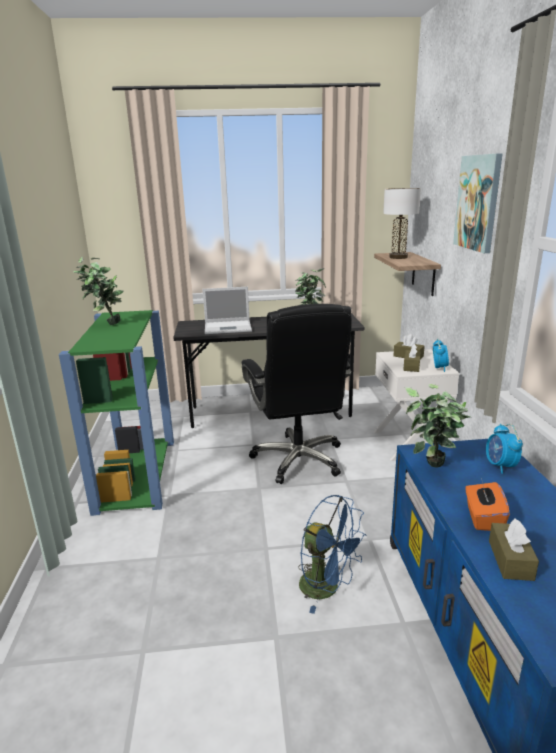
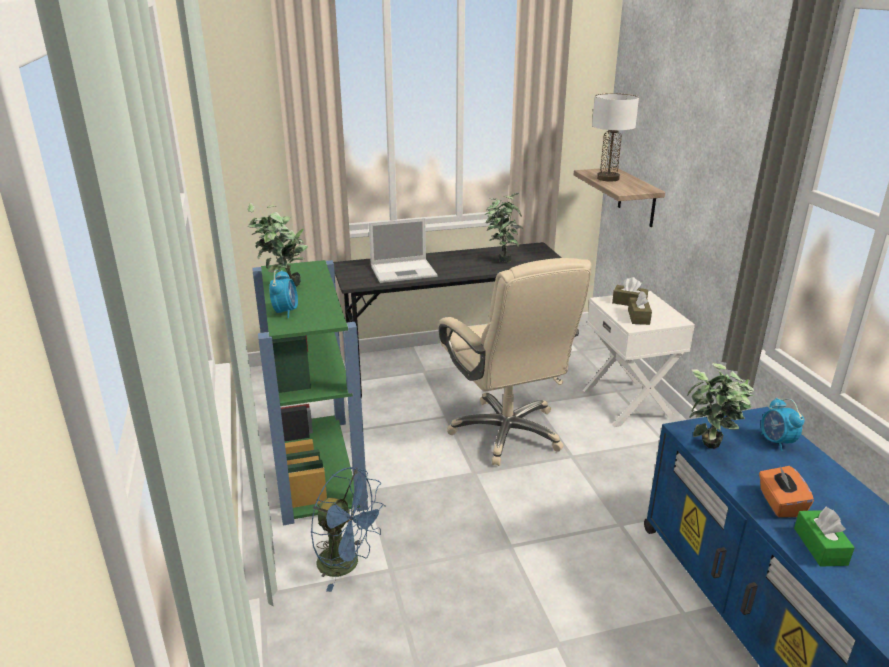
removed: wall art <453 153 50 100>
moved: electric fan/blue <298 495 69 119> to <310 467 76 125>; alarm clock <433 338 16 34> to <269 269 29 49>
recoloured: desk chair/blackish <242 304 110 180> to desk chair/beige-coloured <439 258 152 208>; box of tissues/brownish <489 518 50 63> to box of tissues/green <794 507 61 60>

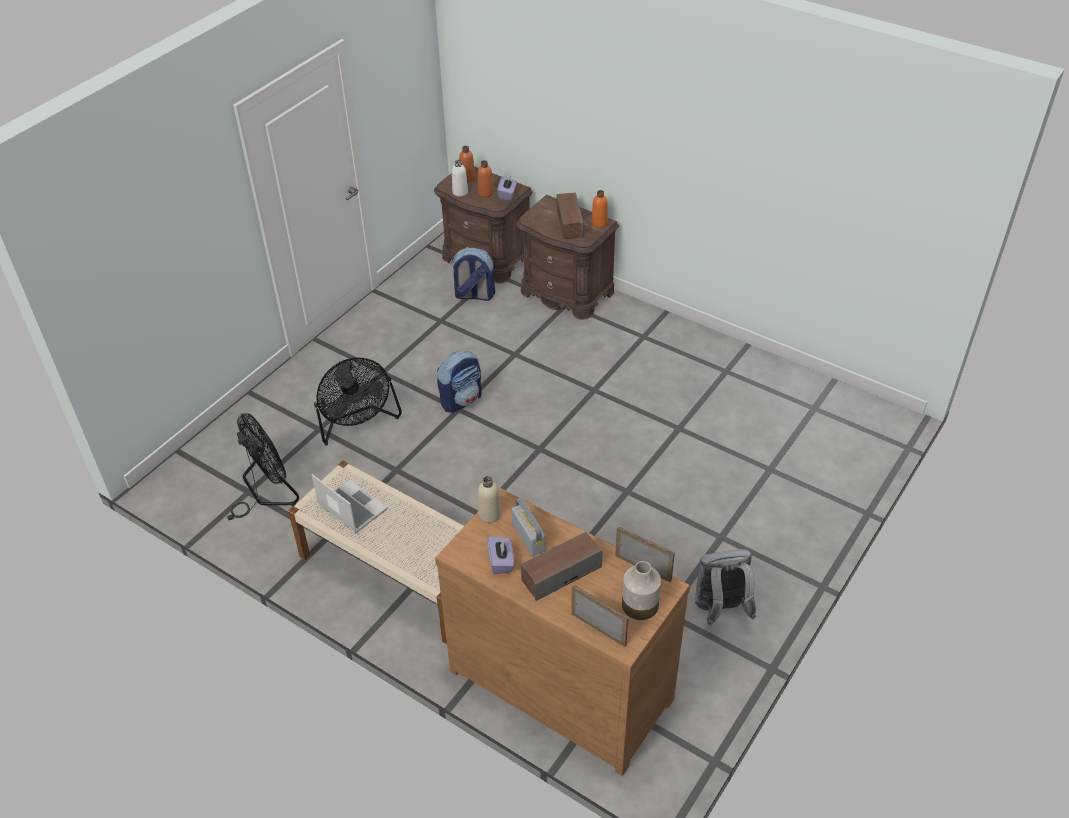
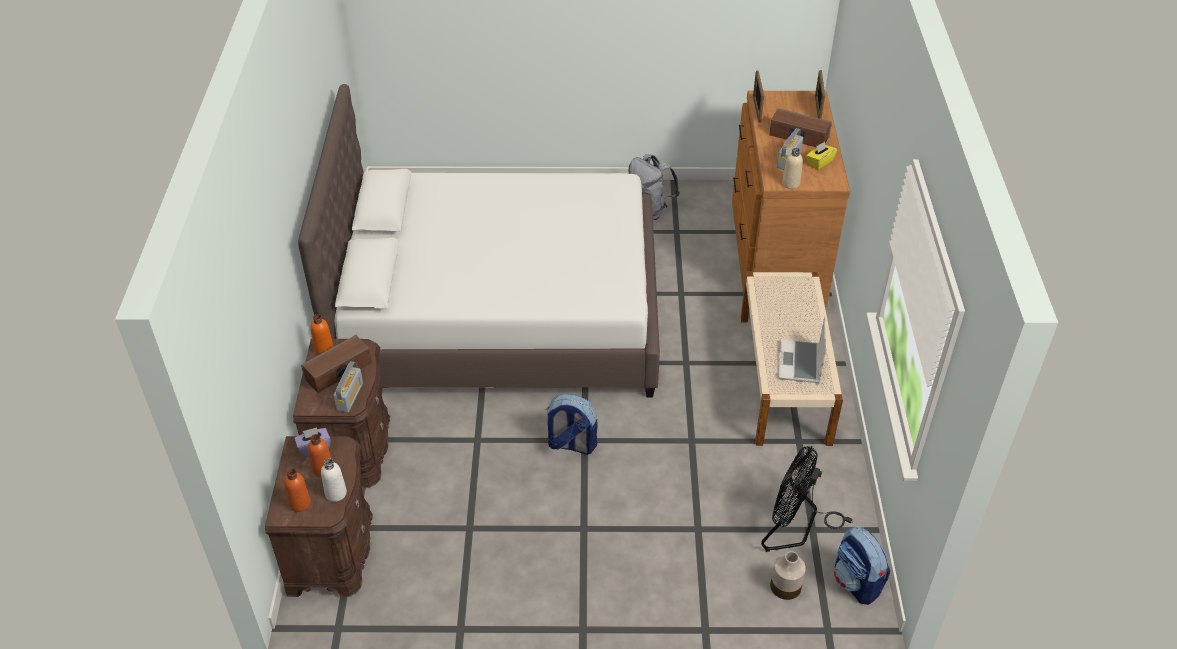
removed: electric fan/blackish <314 358 88 87>
added: bed/white <298 84 362 314>; radio receiver <333 361 30 51>
moved: knapsack <451 247 44 54> to <834 527 56 78>; vase/beige-coloured <622 561 39 59> to <770 551 36 49>
recoloured: box of tissues/purple-coloured <487 537 27 37> to box of tissues/yellow-coloured <806 142 31 28>

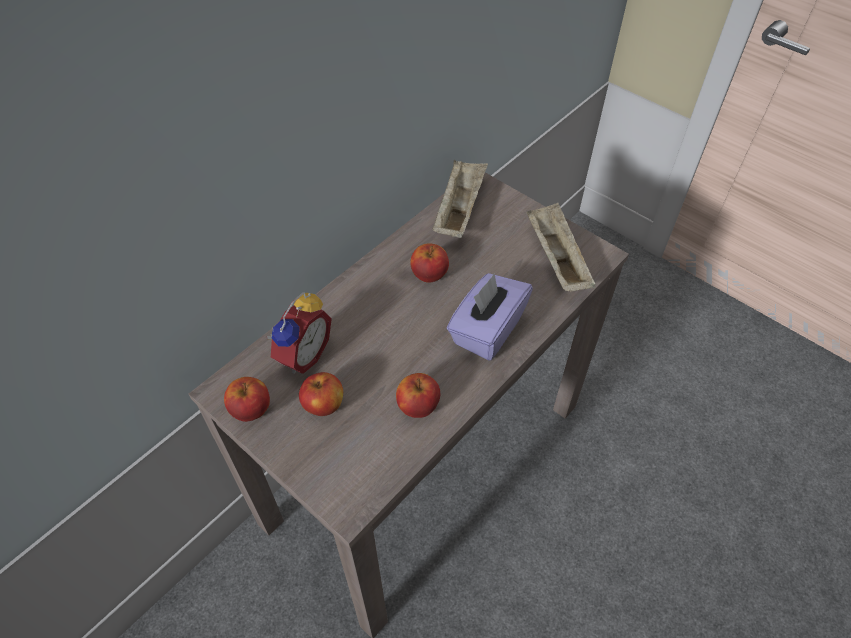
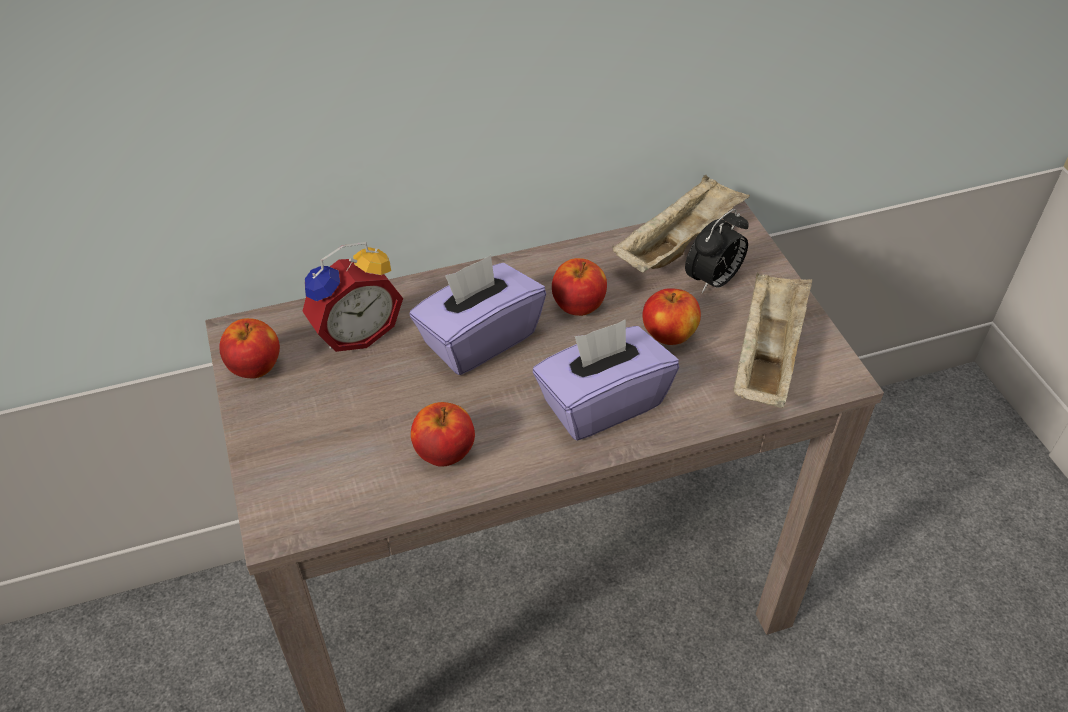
added: box of tissues/purple-coloured <410 255 136 120>; alarm clock <685 209 64 84>
moved: apple <299 372 44 44> to <642 288 59 57>

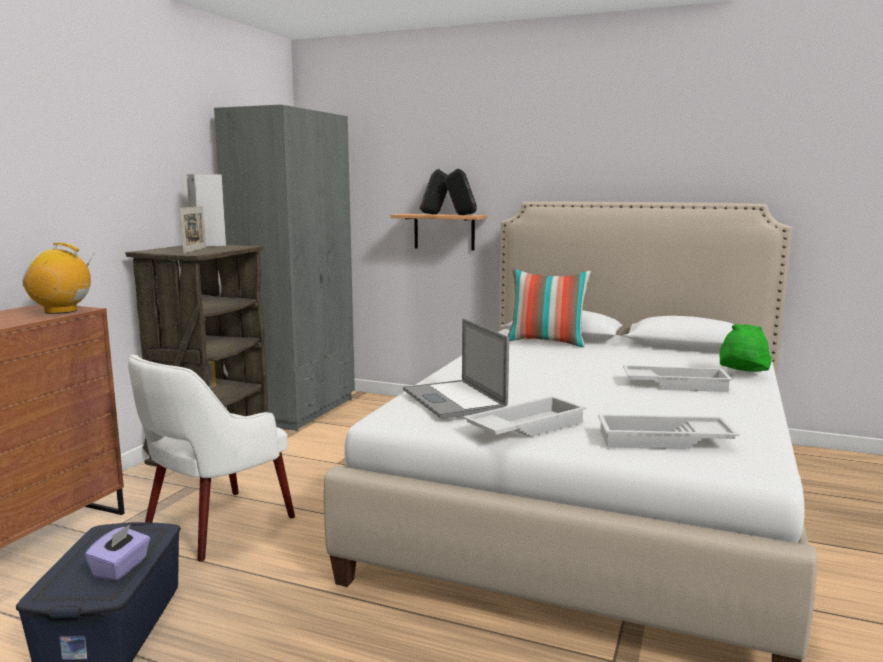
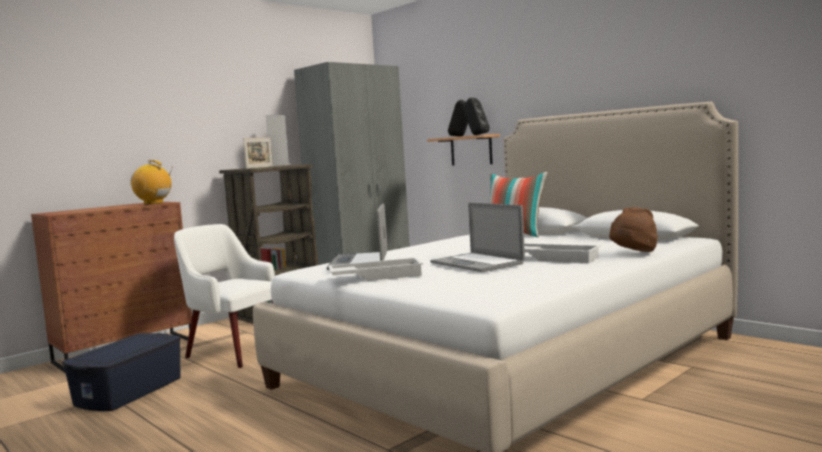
removed: box of tissues/purple-coloured <84 525 66 56>; carrying tray/white <598 414 142 36>
added: laptop <430 202 95 70>
recoloured: wearable hat/green <719 324 53 48> to wearable hat/brownish <609 207 49 45>
turned: easy chair/white <128 354 167 208> = <174 224 101 144> 60 degrees clockwise

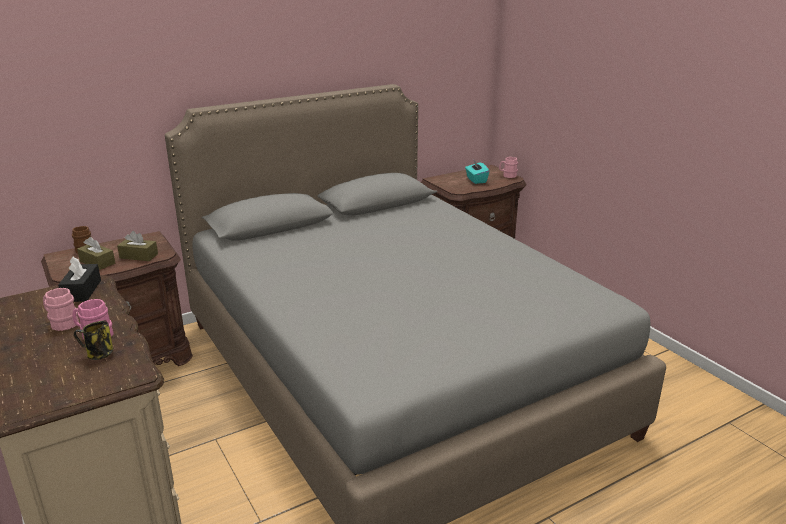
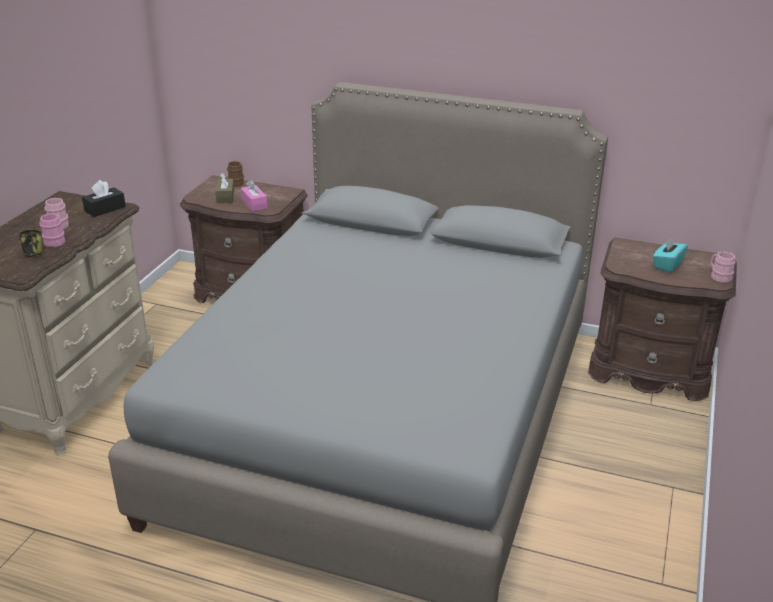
recoloured: box of tissues/brownish <117 231 41 30> to box of tissues/pink <241 180 27 31>

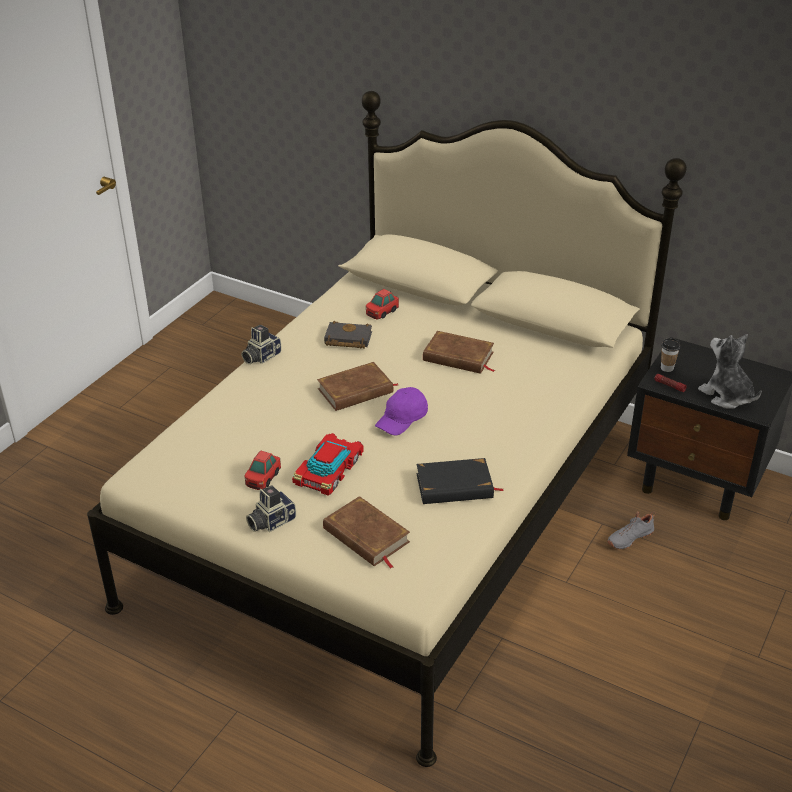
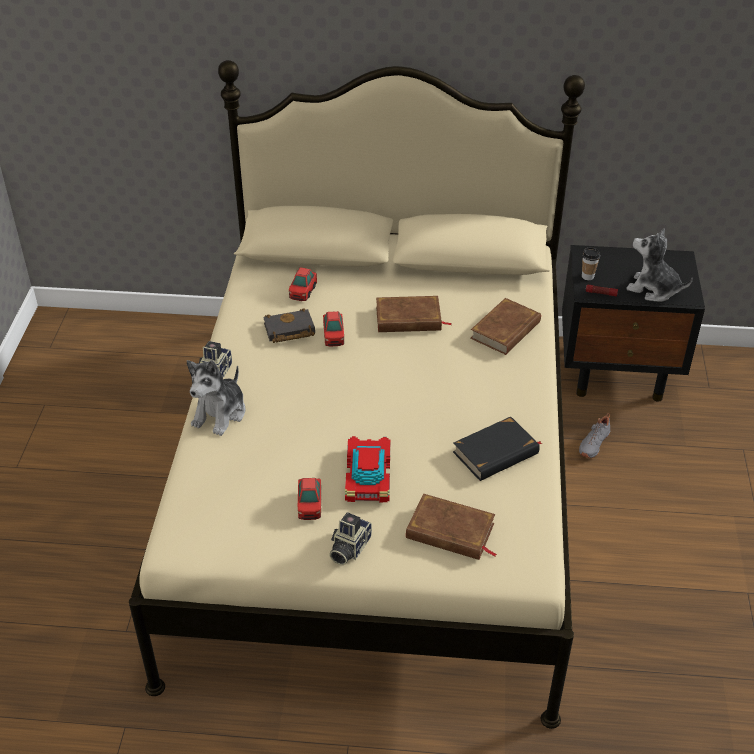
removed: peaked cap/purple-coloured <375 387 53 49>
added: plush toy <187 360 59 76>; model car <323 311 21 36>
moved: volume/brownish <317 362 81 49> to <470 298 71 57>

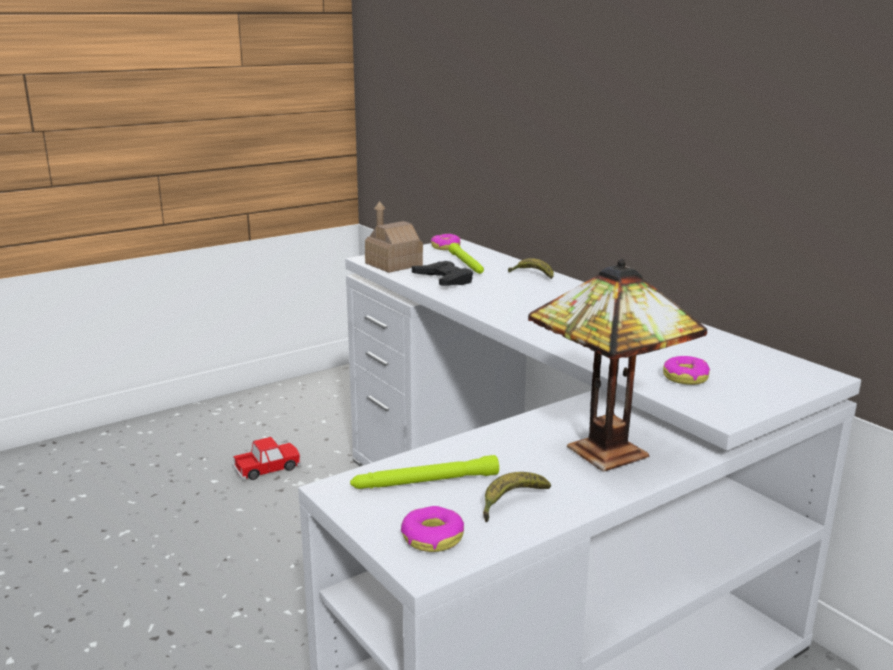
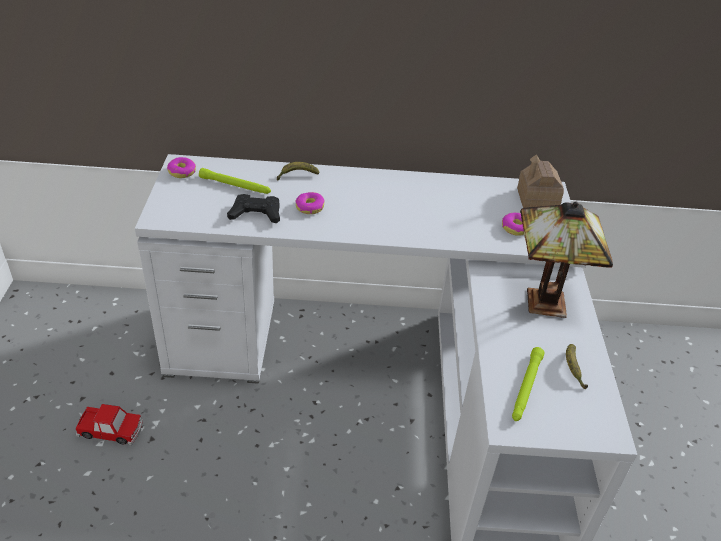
moved: model house <365 201 58 72> to <517 154 47 54>; donut <401 506 63 46> to <296 192 29 22>
turned: model car <233 437 68 44> = <75 404 68 41> 90 degrees clockwise

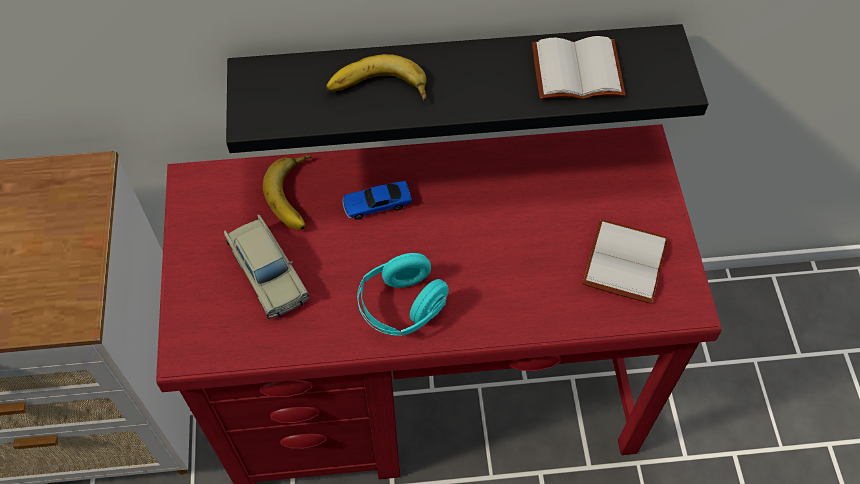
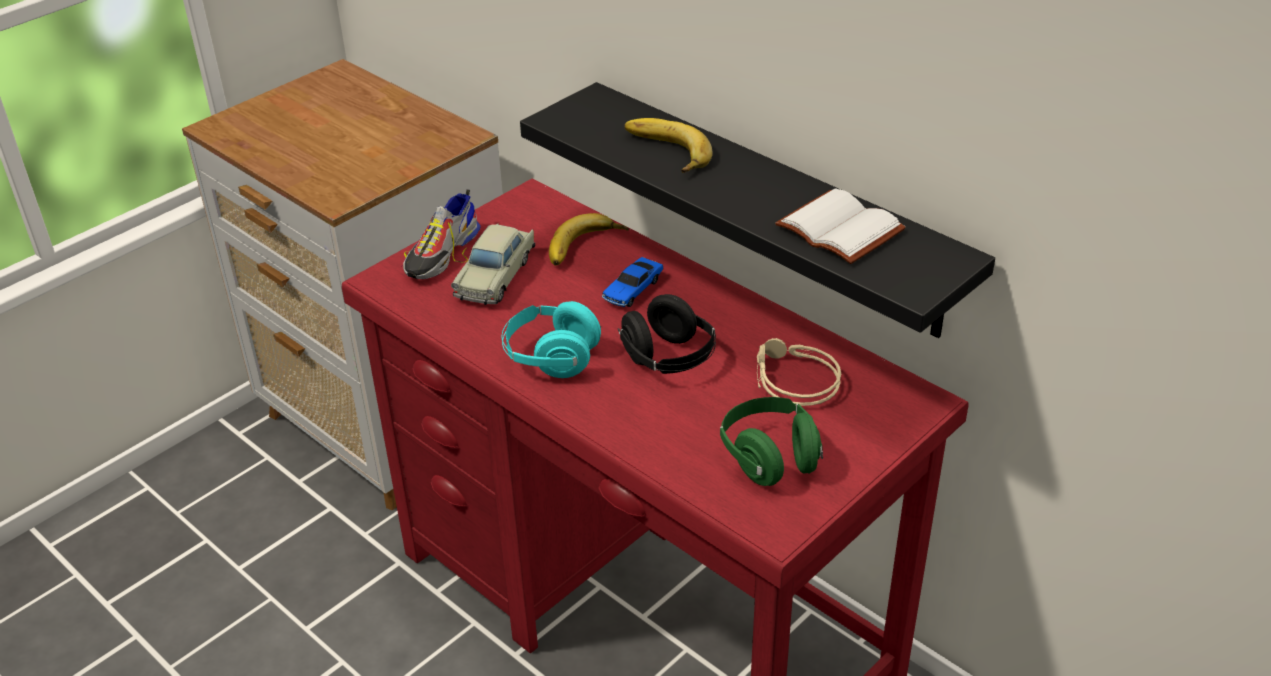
added: item of footwear <403 189 78 90>; headphones/blackish <618 294 98 80>; headphones/beige-coloured <757 338 84 68>
replaced: volume/white <582 219 86 85> to headphones/green <720 397 103 89>
turned: model car <342 181 70 39> = <602 257 61 50> 90 degrees counterclockwise

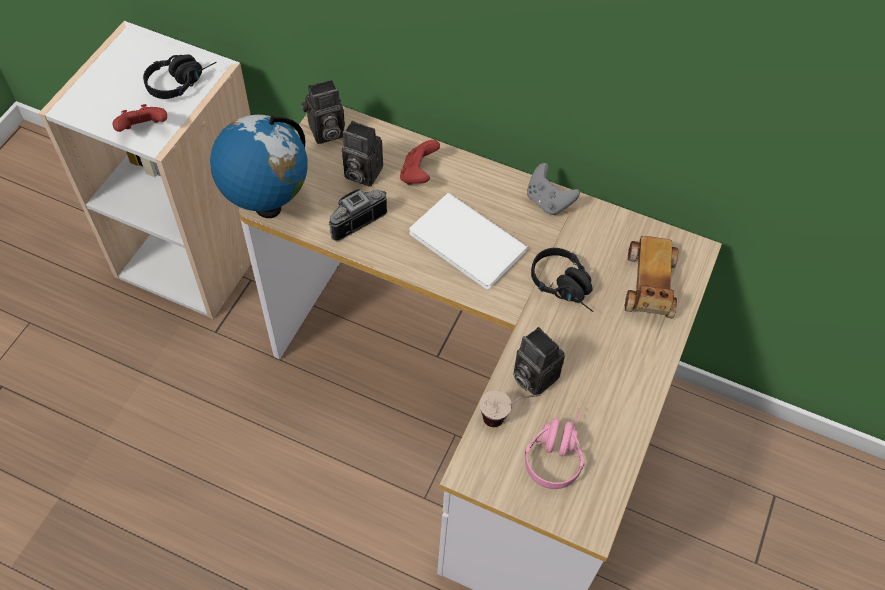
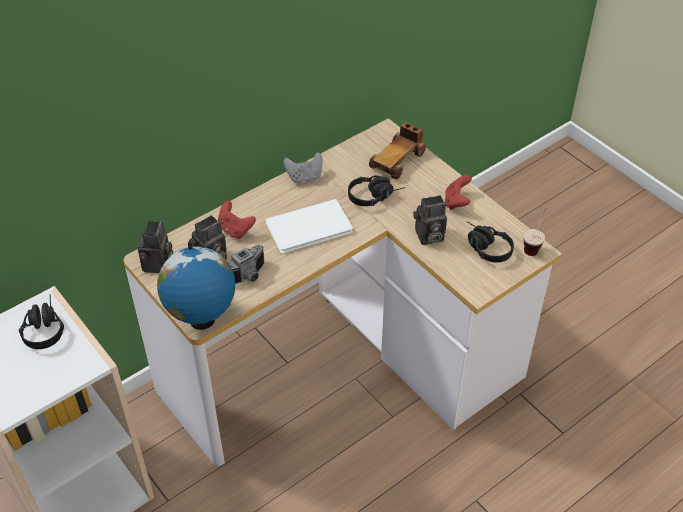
moved: joypad/reddish <112 104 55 28> to <445 175 27 35>; cup <480 390 61 37> to <523 208 23 48>
recoloured: headphones/pink <525 408 59 81> to headphones/blackish <467 221 47 42>
turned: still camera <329 189 58 52> = <228 245 36 39> 120 degrees counterclockwise; model car <624 236 54 83> = <369 122 57 58> 90 degrees counterclockwise

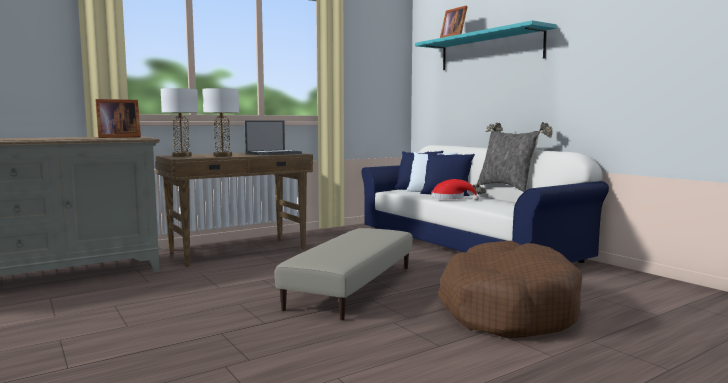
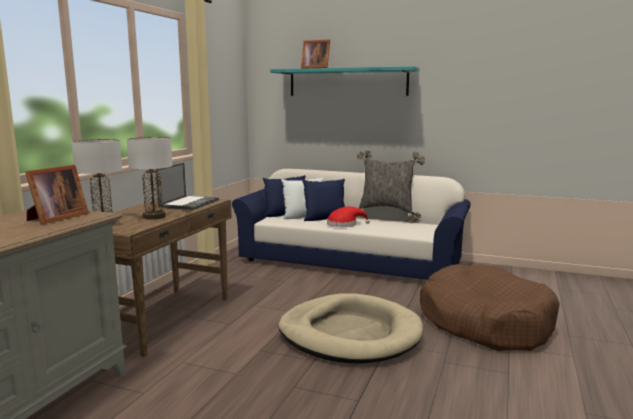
replaced: pouffe/beige-coloured <275 228 138 92> to pet bed/beige-coloured <278 293 146 70>

